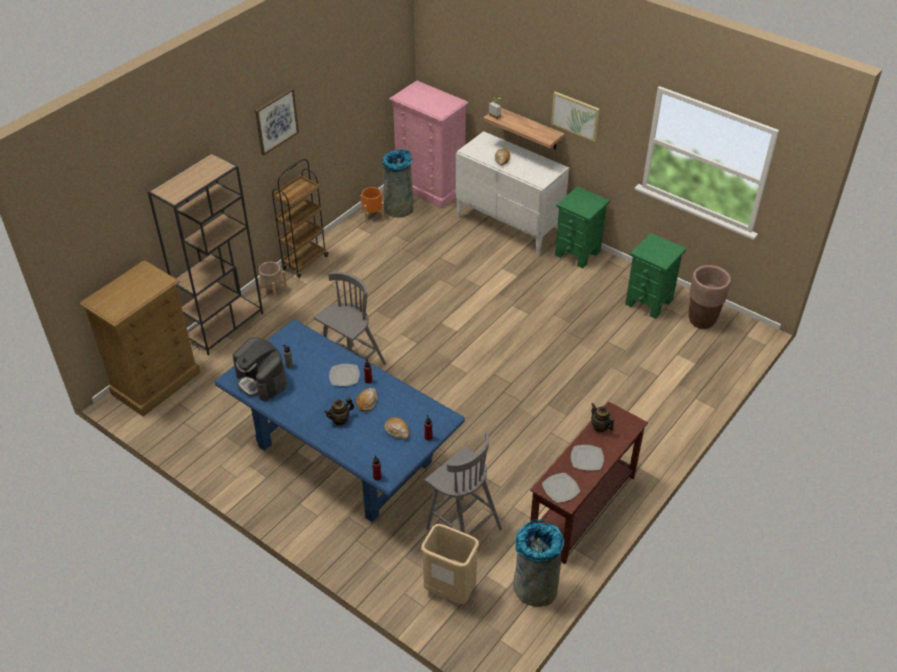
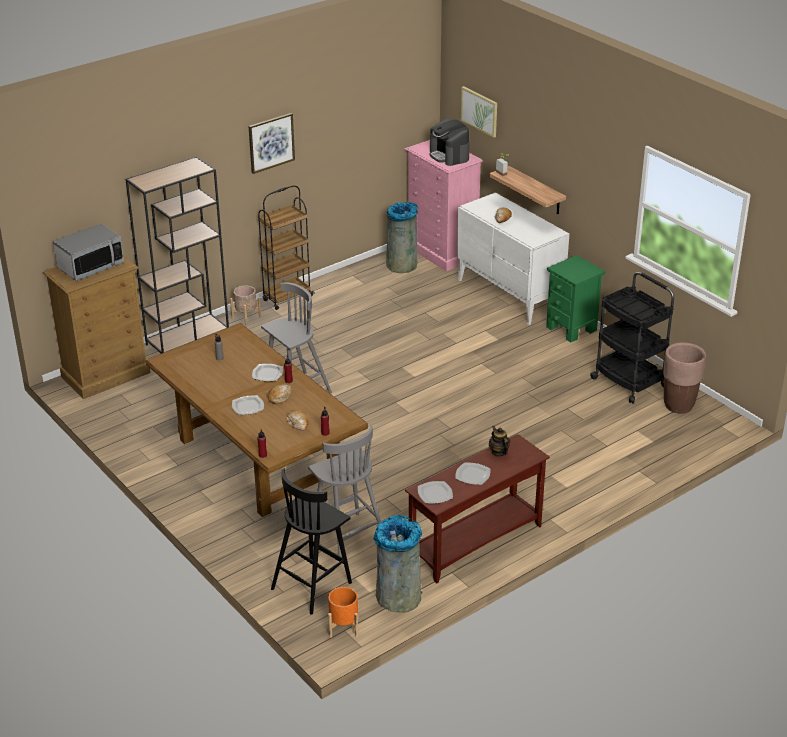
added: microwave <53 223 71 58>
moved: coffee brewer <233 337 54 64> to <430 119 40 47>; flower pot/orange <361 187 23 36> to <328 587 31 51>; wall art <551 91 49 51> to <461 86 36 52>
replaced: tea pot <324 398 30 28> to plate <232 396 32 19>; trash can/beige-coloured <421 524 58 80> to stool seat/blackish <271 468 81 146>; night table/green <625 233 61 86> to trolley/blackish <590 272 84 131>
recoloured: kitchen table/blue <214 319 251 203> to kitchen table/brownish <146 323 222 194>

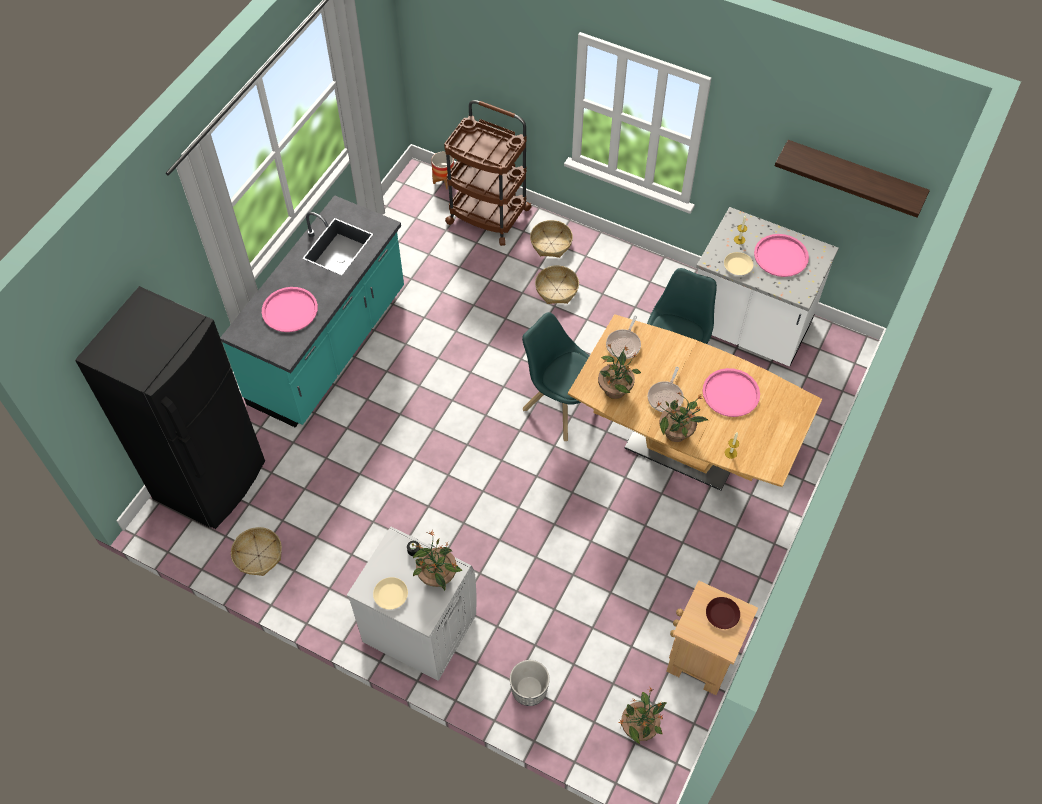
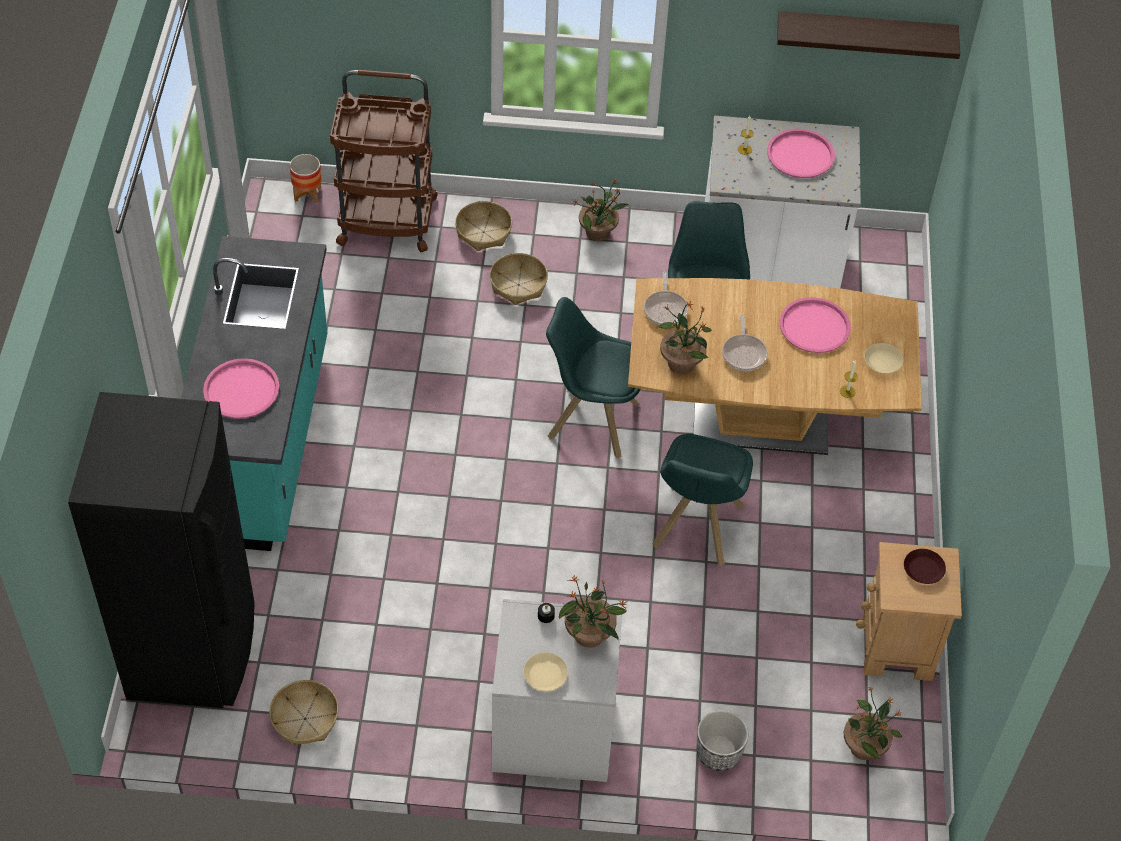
added: chair/blue-green <652 434 101 132>
moved: potted plant <656 393 53 49> to <573 179 56 62>; plate/beige-coloured <724 252 29 23> to <864 343 39 30>

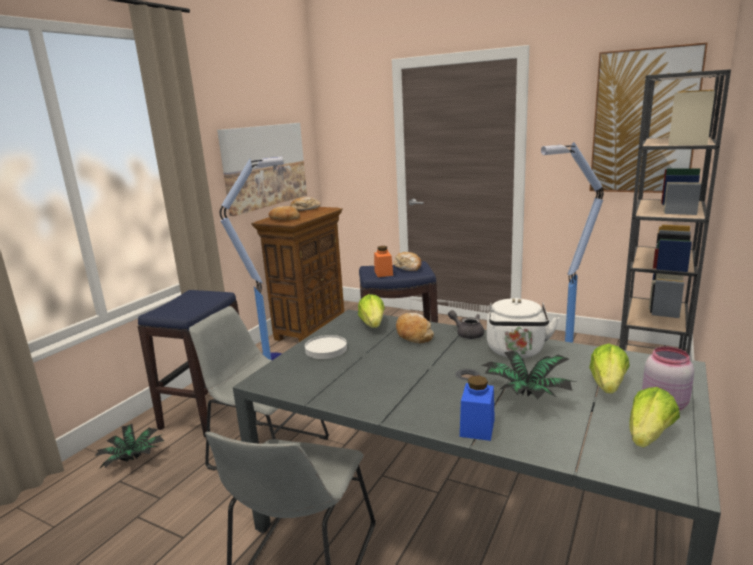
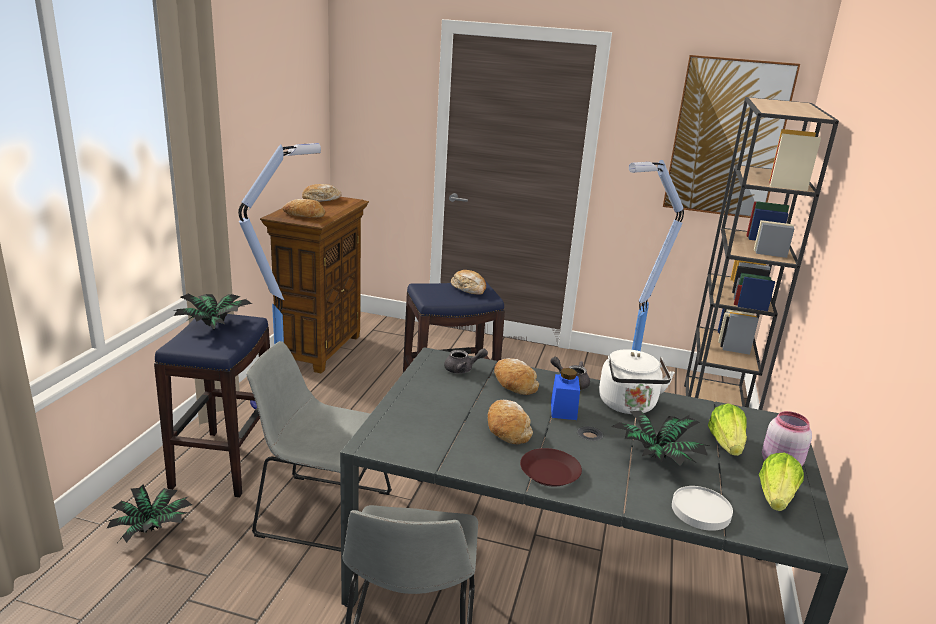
removed: wall art <217 123 90 93>; storage jar/orange <374 246 19 31>
added: potted plant <173 294 79 36>; bread <488 400 45 44>; plate/brownish <520 448 62 39>
moved: plate/white <305 335 42 24> to <672 486 61 45>; storage jar/blue <460 376 35 65> to <551 368 29 52>
replaced: lettuce head <358 294 27 34> to tea pot/grey <444 348 44 26>

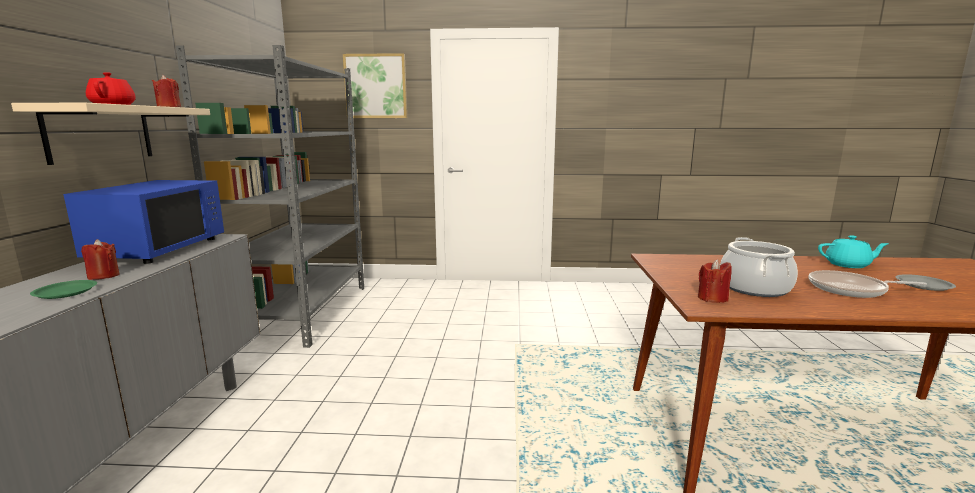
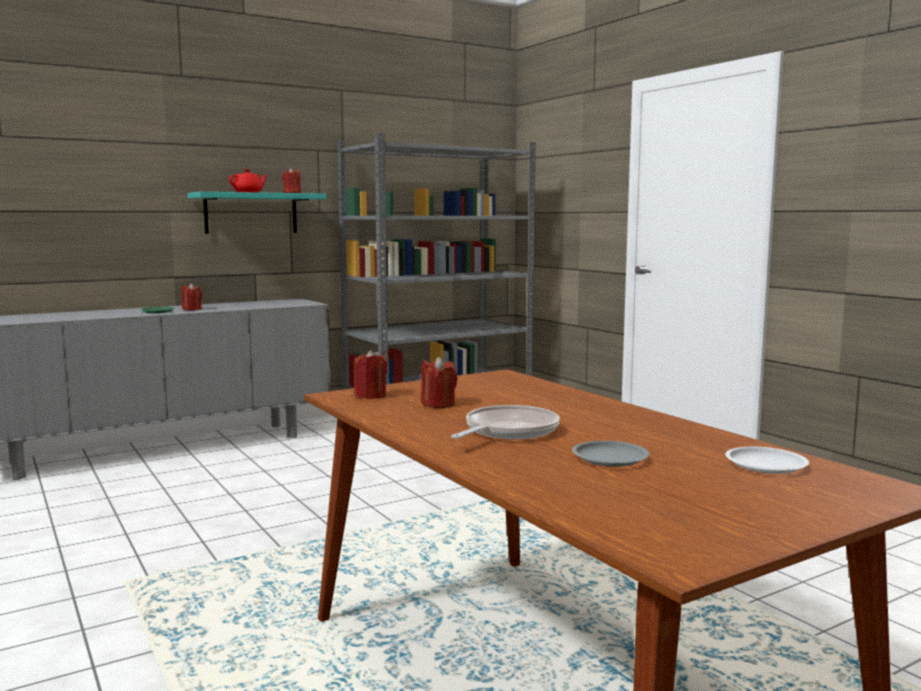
removed: microwave/blue <63 180 161 84>; wall art <343 53 64 65>; tea pot/blue-green <818 235 71 33>
added: plate/white <725 447 84 27>
replaced: saucepot <720 237 78 60> to wax light/reddish <421 356 37 52>
recoloured: shelf/beige-coloured <11 103 199 62> to shelf/blue-green <187 192 140 42>
turned: pan <809 270 118 28> = <451 405 109 34> 60 degrees clockwise

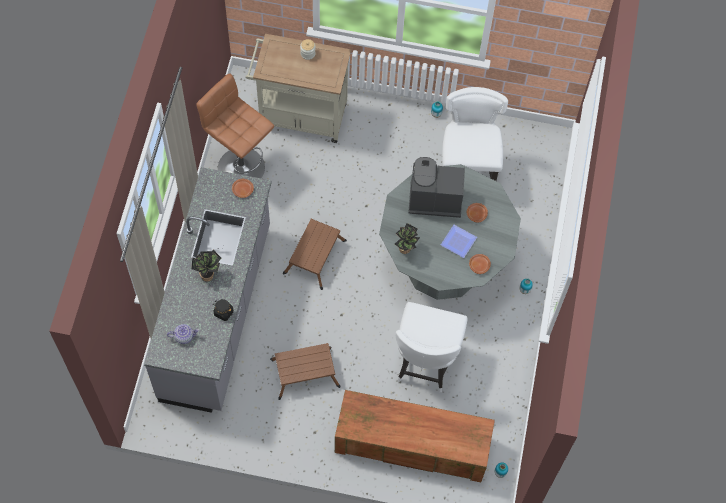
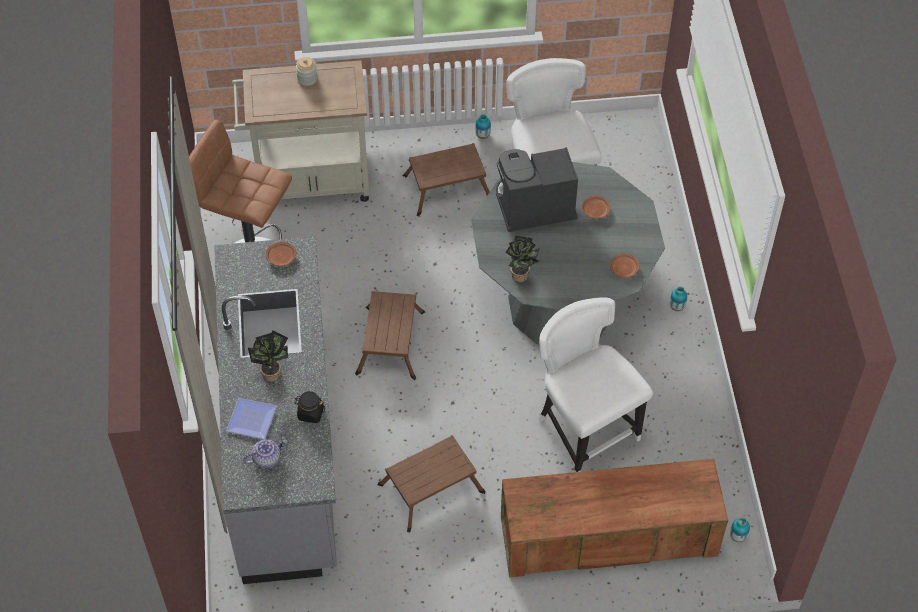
added: step stool/brownish <402 143 88 74>
moved: plate <441 225 36 33> to <226 398 51 42>
turned: chair/white <395 302 73 90> = <539 297 114 175> 150 degrees clockwise

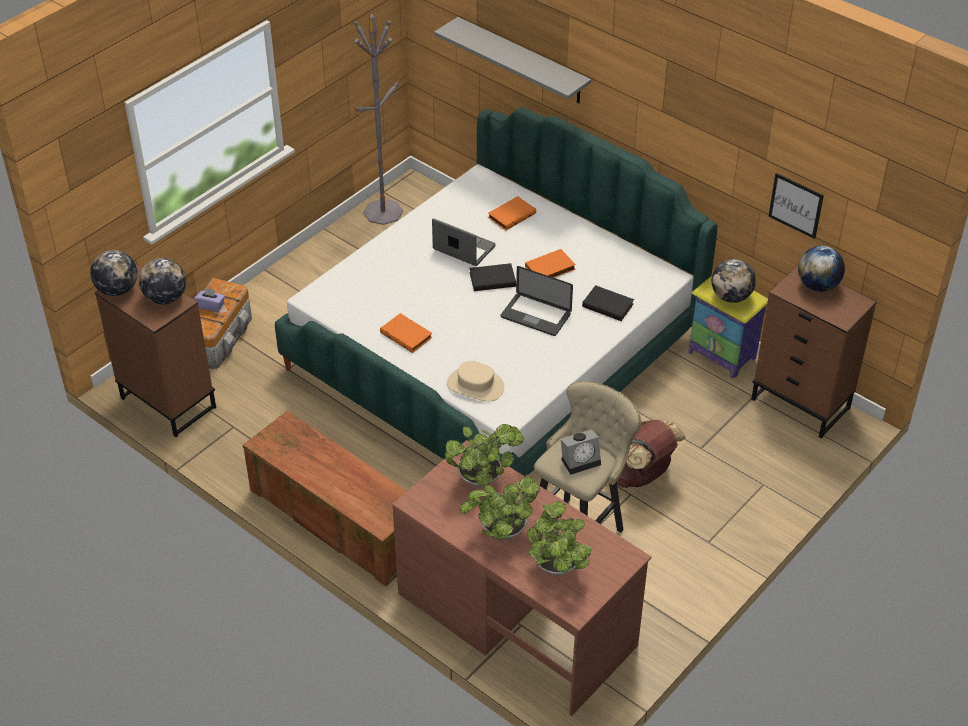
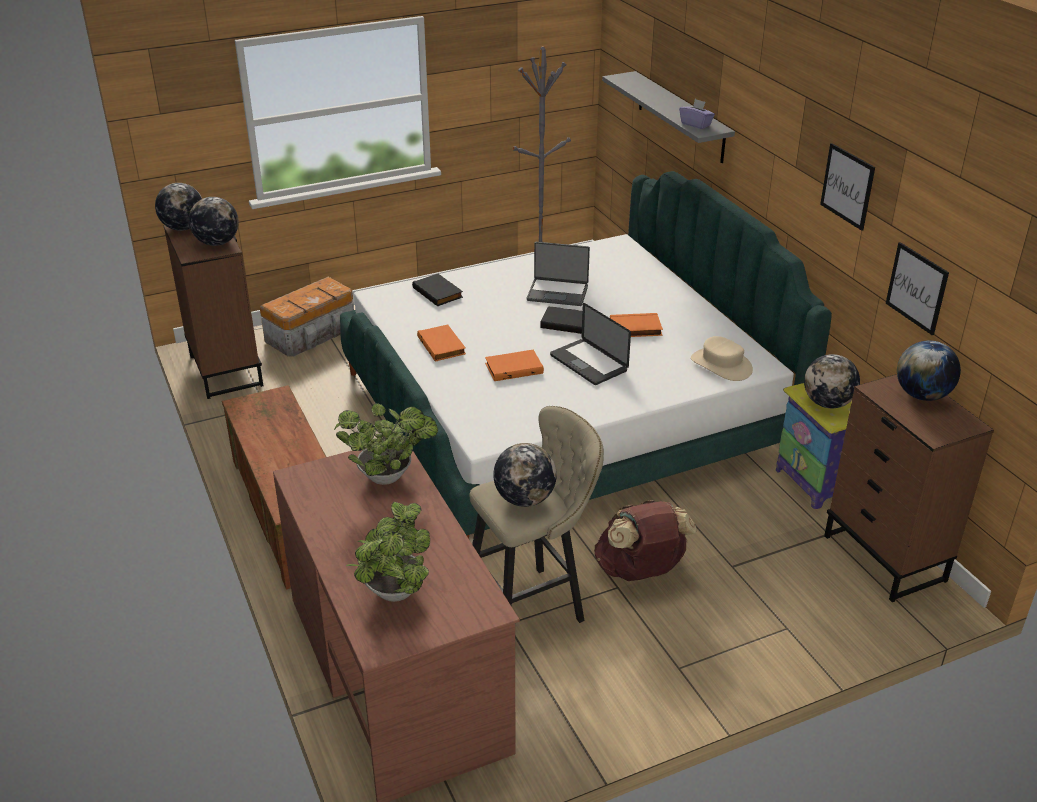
removed: potted plant <460 476 80 64>
added: wall art <820 143 55 88>
moved: box of tissues/purple-coloured <194 288 31 24> to <679 99 36 30>; wearable hat/beige-coloured <447 361 58 40> to <691 336 62 45>; volume/orange <488 196 48 35> to <485 350 59 31>; volume/blackish <582 285 52 36> to <412 274 51 32>
replaced: alarm clock <561 430 40 45> to world globe <493 443 64 64>
turned: laptop <432 218 64 48> = <527 242 63 64> 135 degrees clockwise

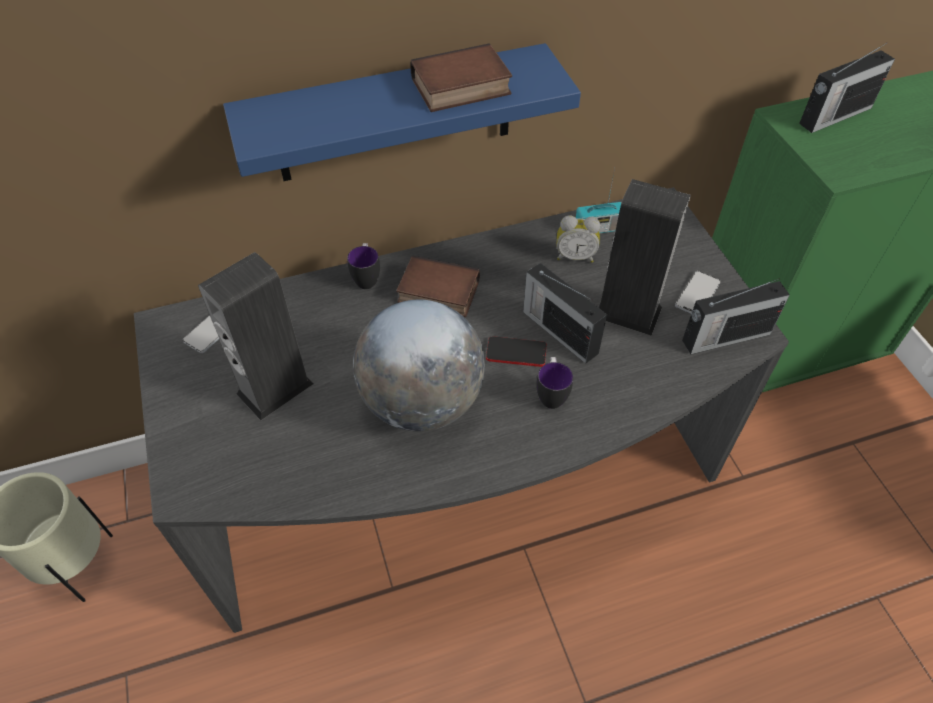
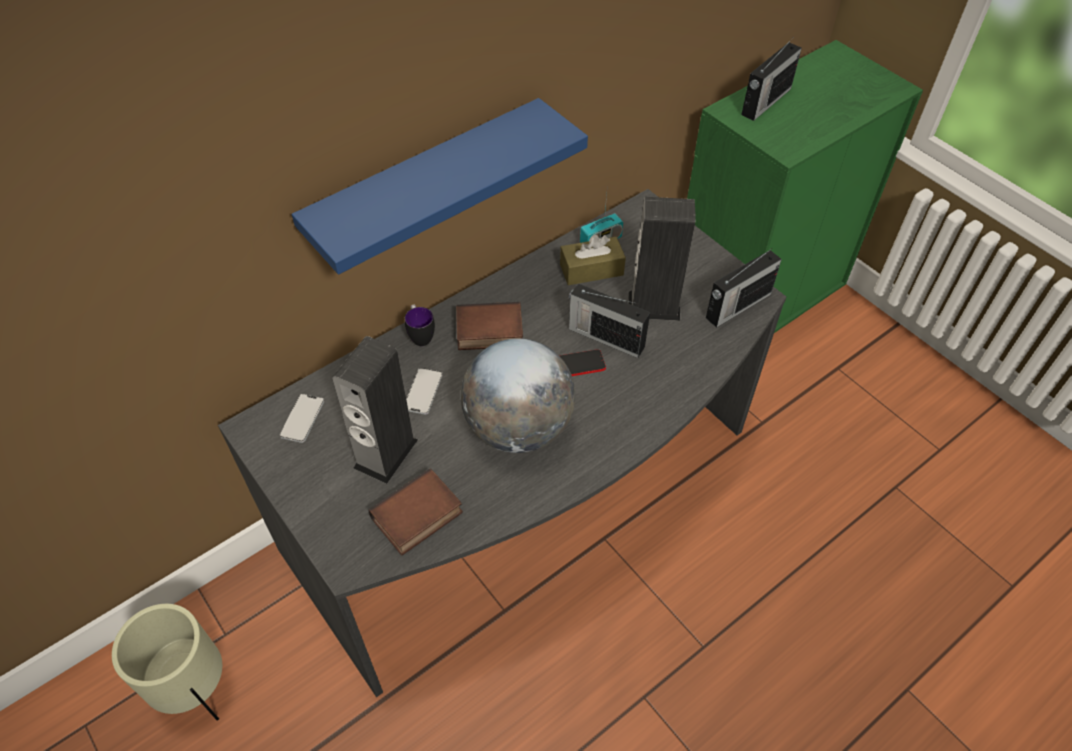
removed: tea mug <536 357 37 52>
moved: volume <410 44 102 68> to <369 468 94 87>; telephone <675 271 46 42> to <406 368 37 47>
replaced: alarm clock <557 215 43 48> to box of tissues/brownish <560 235 66 50>

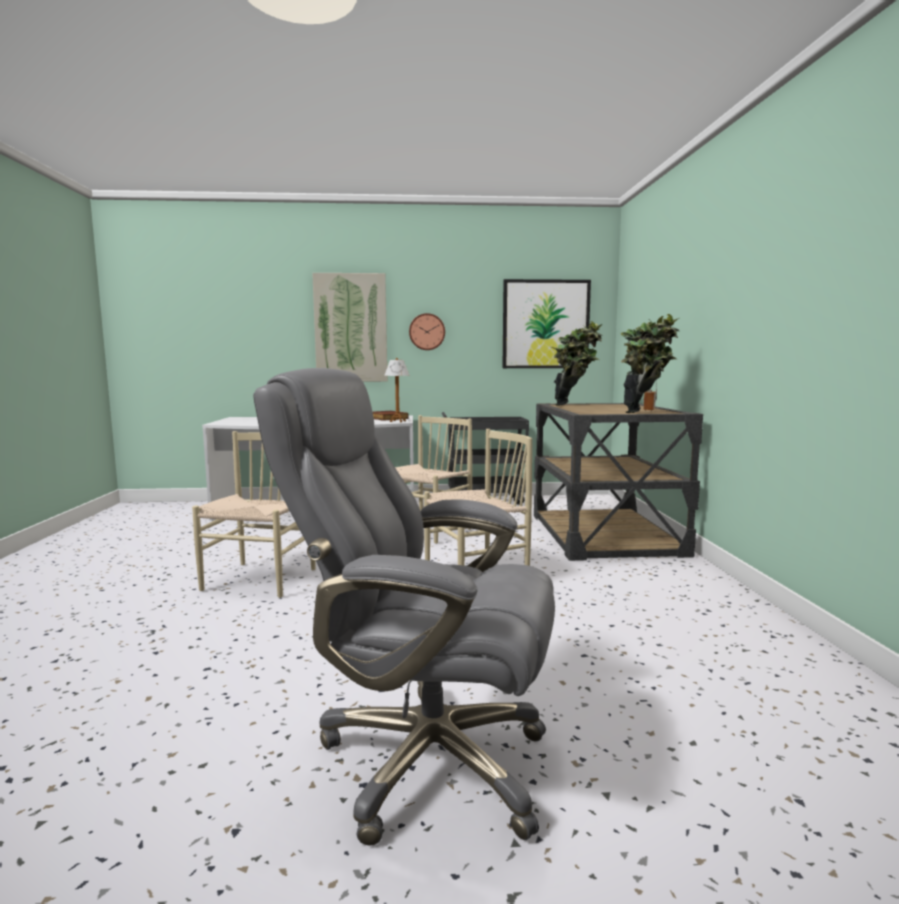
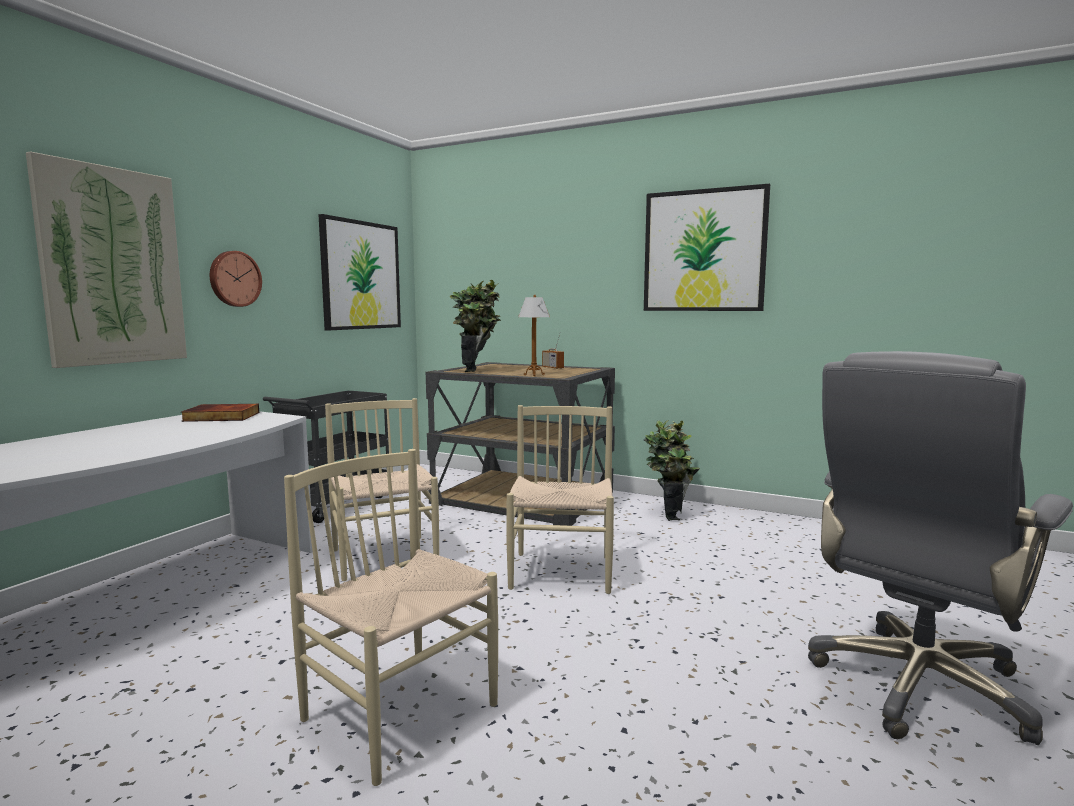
added: wall art <644 184 126 127>
moved: table lamp <384 358 26 64> to <518 295 32 81>; potted plant <621 314 59 99> to <644 420 56 101>

